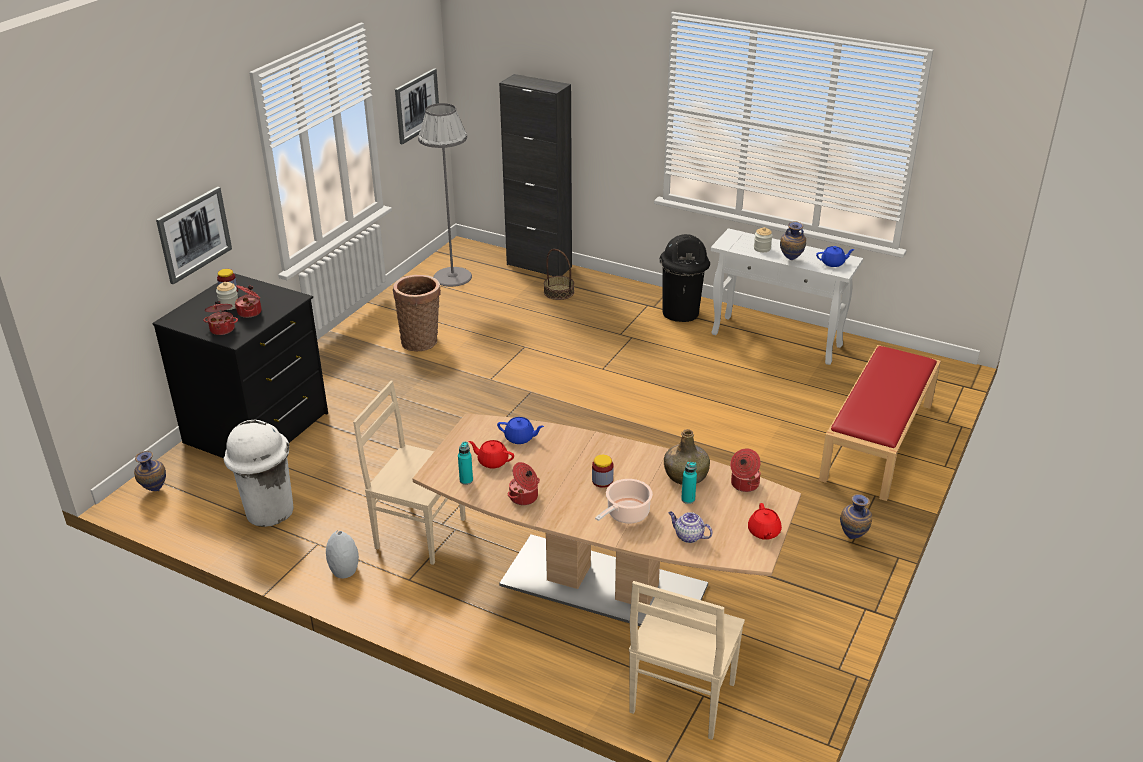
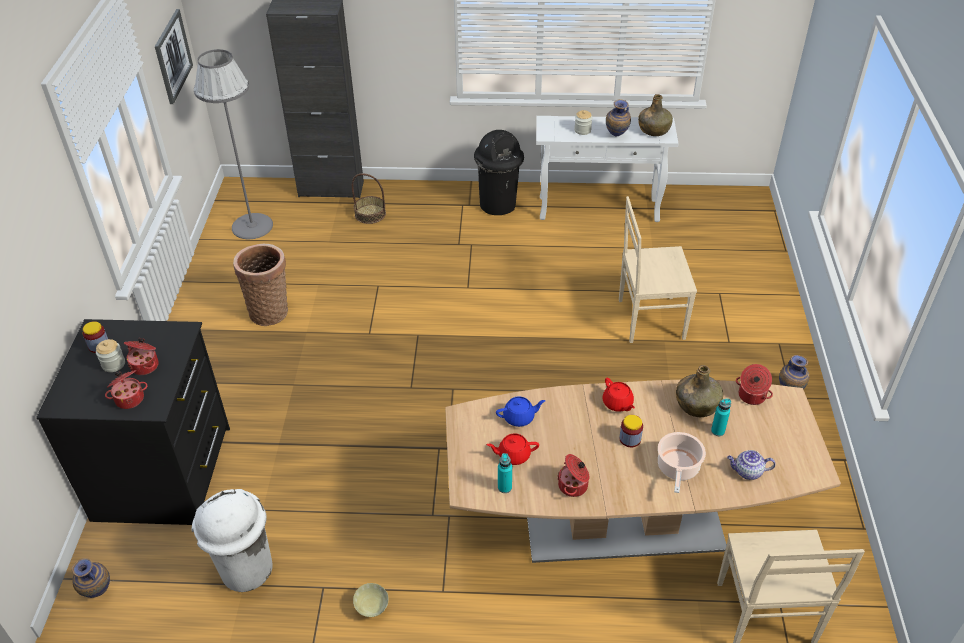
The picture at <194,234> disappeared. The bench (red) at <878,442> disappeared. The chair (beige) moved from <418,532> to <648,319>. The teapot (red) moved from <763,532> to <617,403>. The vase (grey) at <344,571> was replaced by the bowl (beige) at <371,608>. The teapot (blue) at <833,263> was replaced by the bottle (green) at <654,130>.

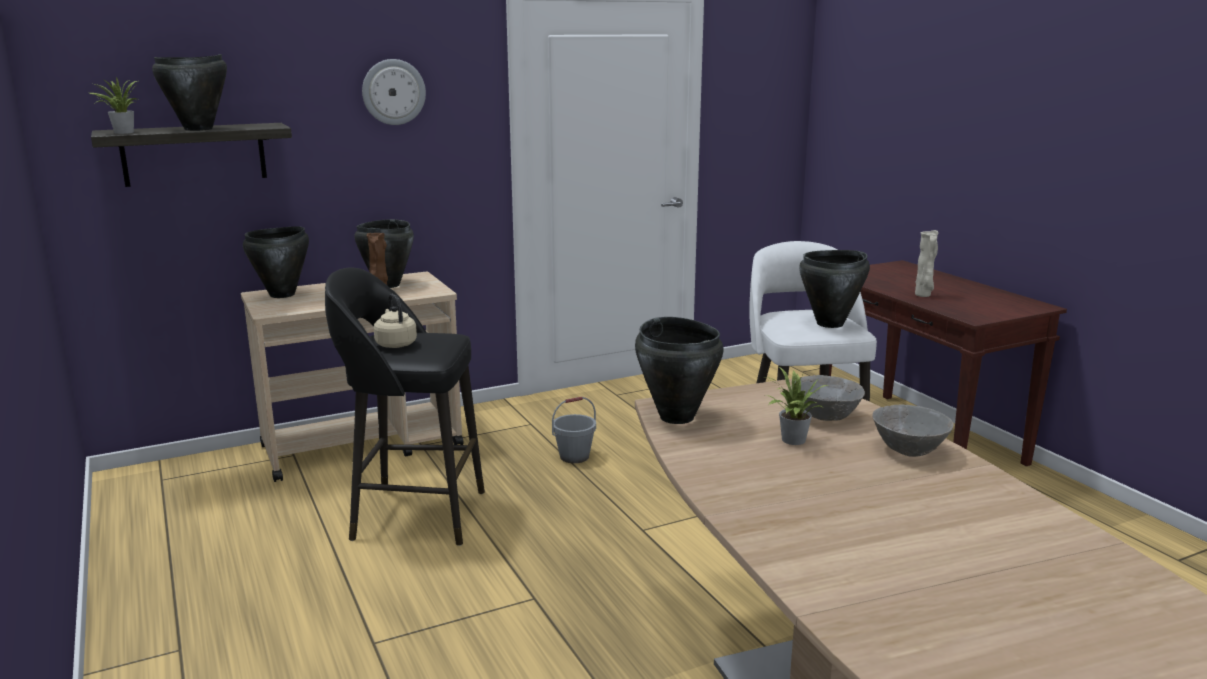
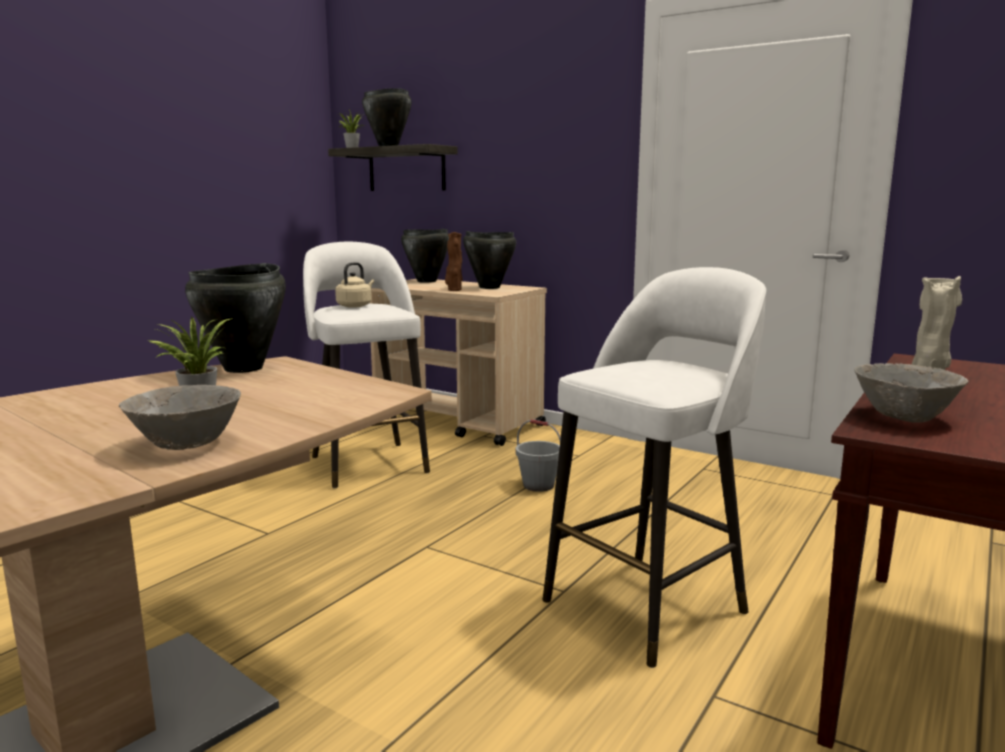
The wall clock at <393,92> disappeared. The cooking pot (black) at <830,324> disappeared. The bowl (grey) moved from <825,416> to <904,416>. The stool (black) at <414,515> became the stool (white) at <368,463>.

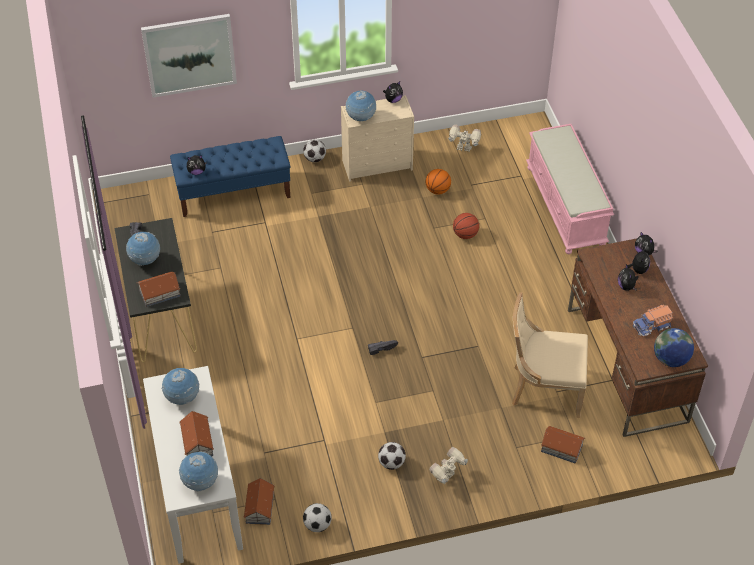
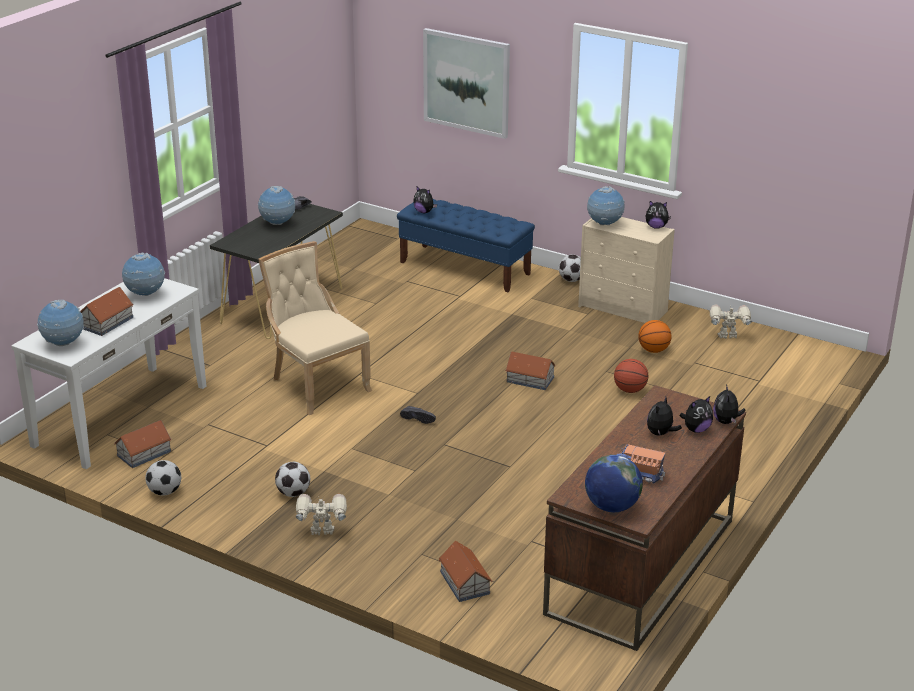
The bench (pink) at <566,206> disappeared. The toy house moved from <160,293> to <530,380>. The chair (beige) moved from <543,388> to <316,384>. The toy robot at <463,149> turned 60 degrees counterclockwise.

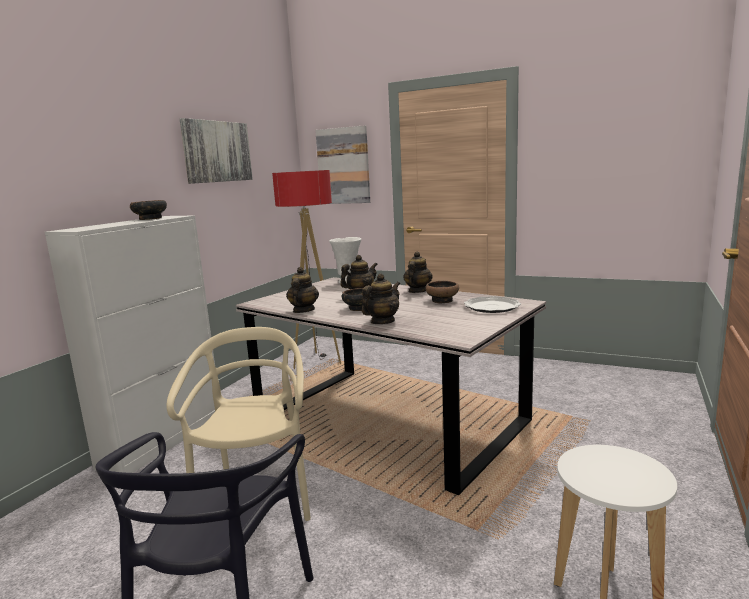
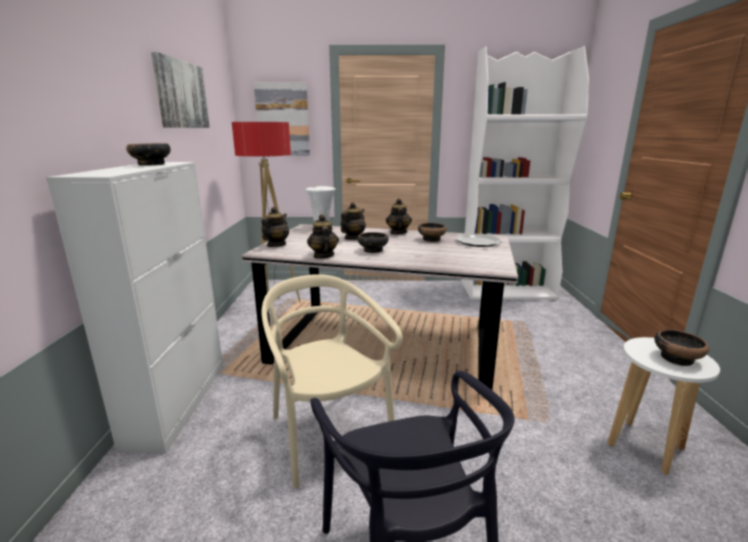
The bookcase (white) at <507,290> appeared. The bowl at <677,358> appeared. The teapot moved from <382,322> to <276,245>.

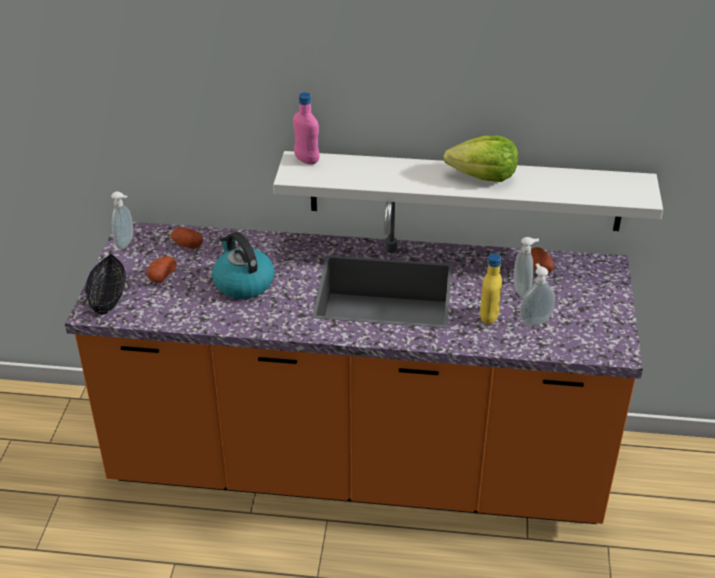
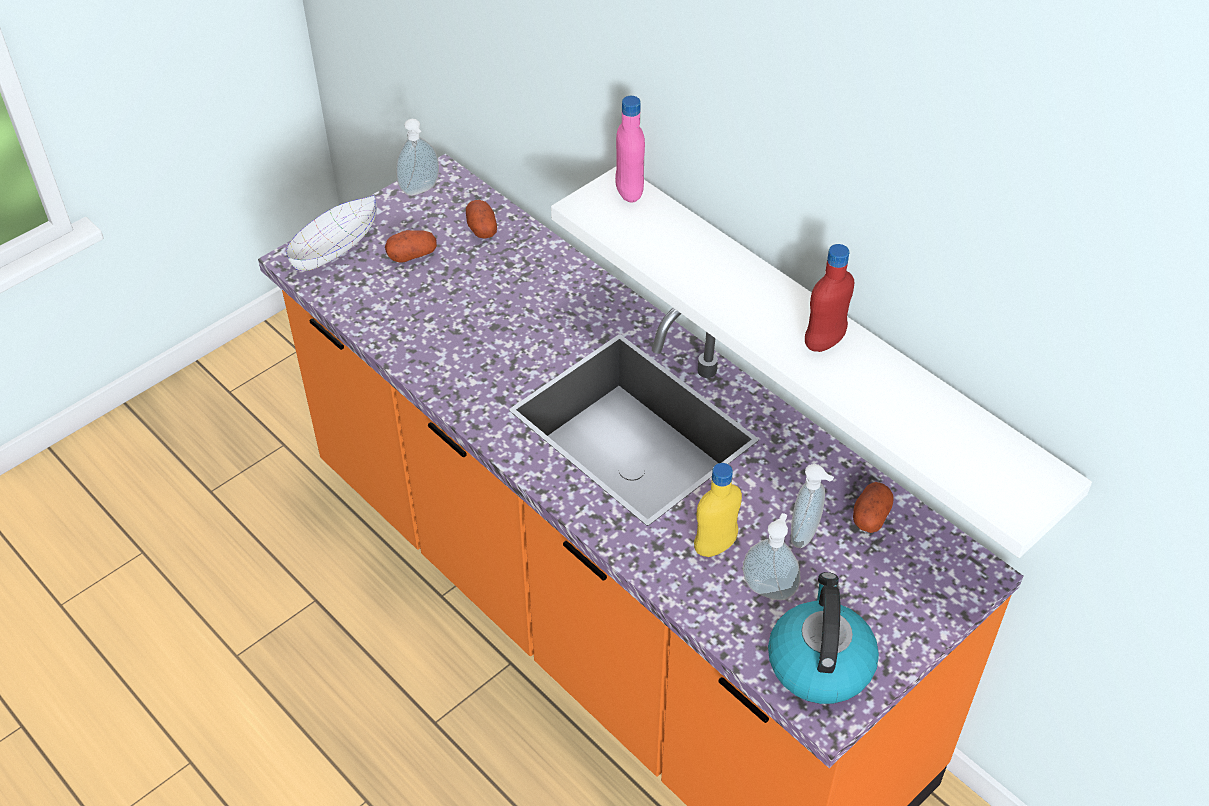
The kettle moved from <243,283> to <819,662>. The lettuce at <483,176> was replaced by the bottle (red) at <824,342>. The bowl (black) at <107,293> became the bowl (white) at <336,245>.

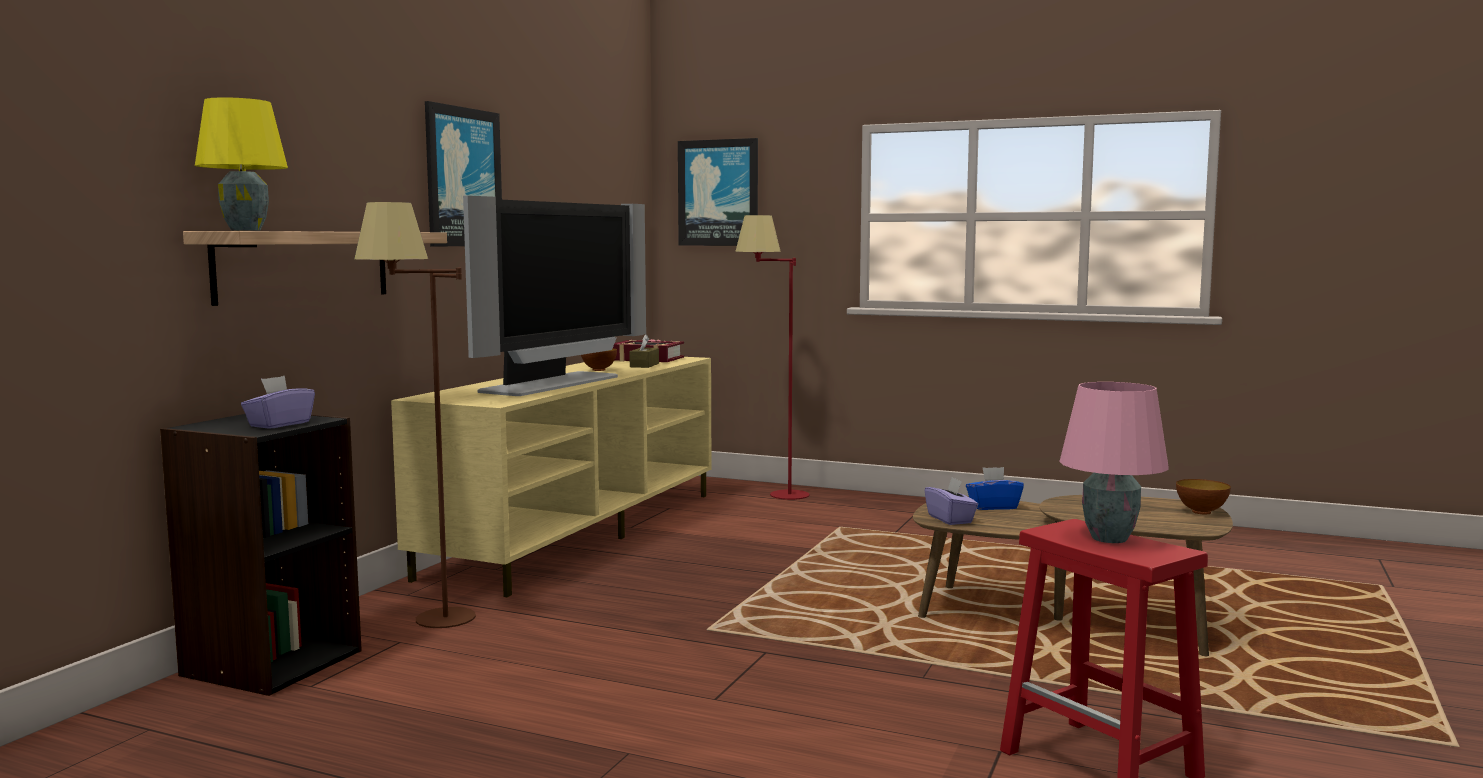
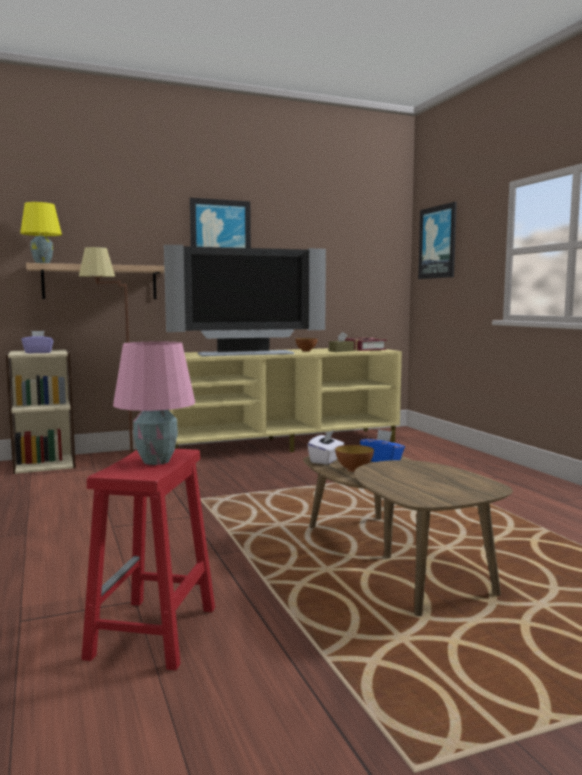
The floor lamp (red) at <772,496> disappeared. The bowl moved from <1201,512> to <354,470>. The bookcase (black) at <271,662> became the bookcase (beige) at <45,464>. The tissue box (purple) at <950,519> became the tissue box (white) at <326,460>.

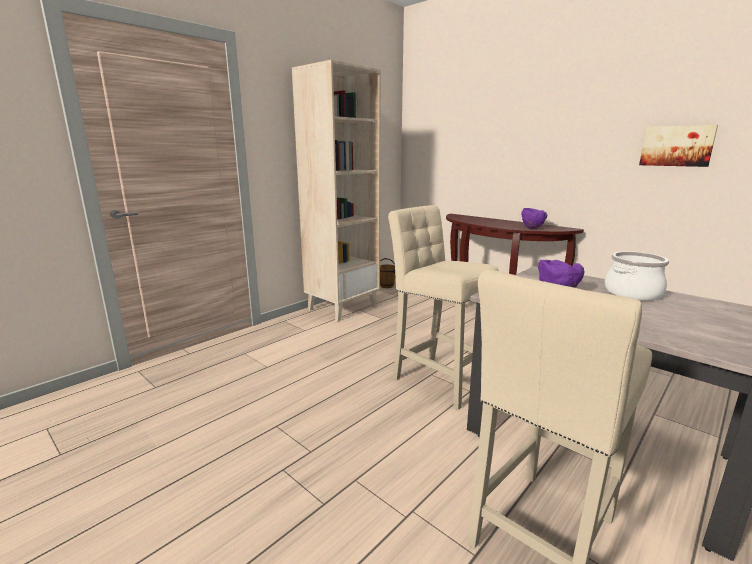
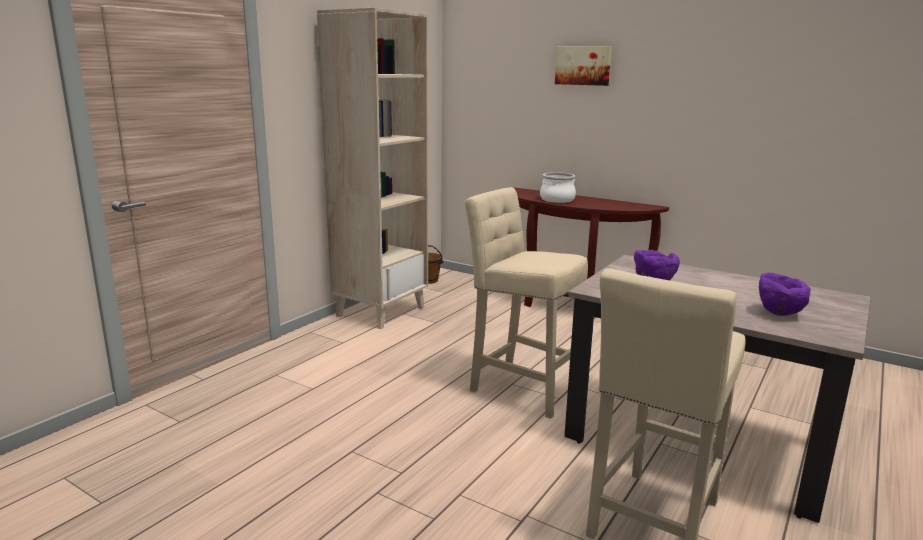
The bowl (purple) moved from <532,228> to <779,313>. The cooking pot moved from <633,293> to <557,200>. The picture moved from <676,146> to <583,65>.

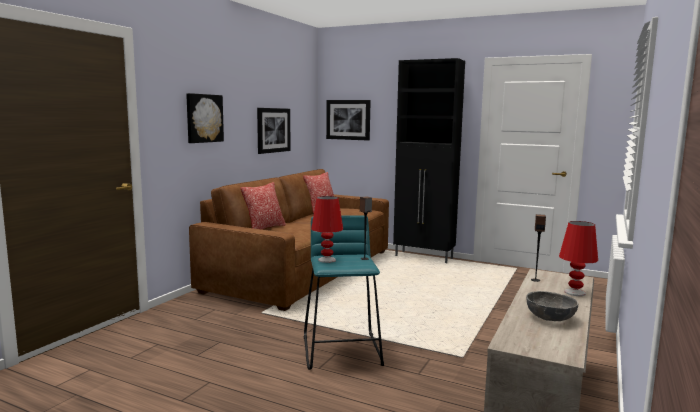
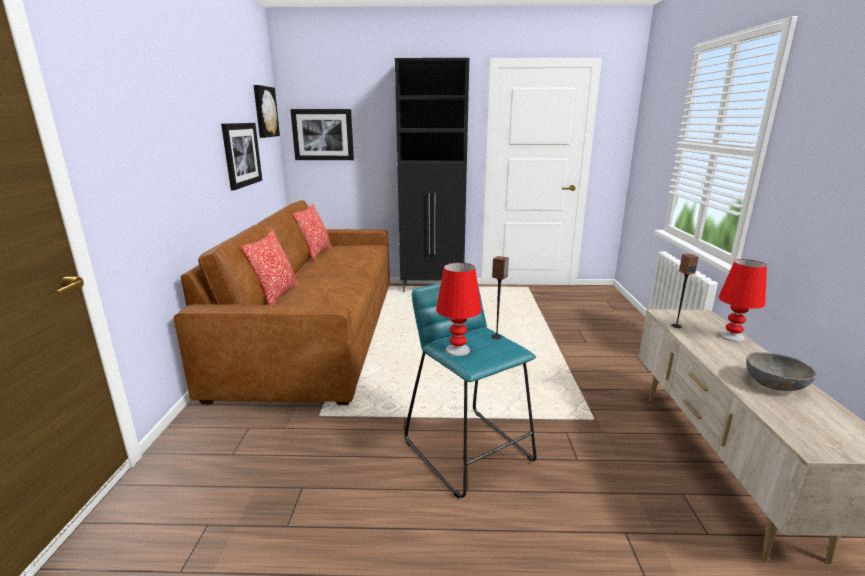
The picture moved from <203,118> to <264,112>.

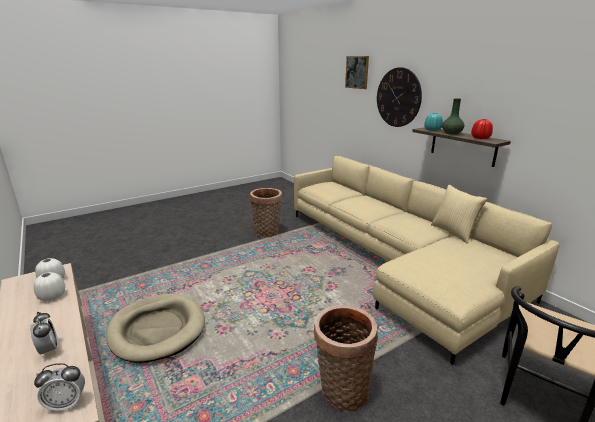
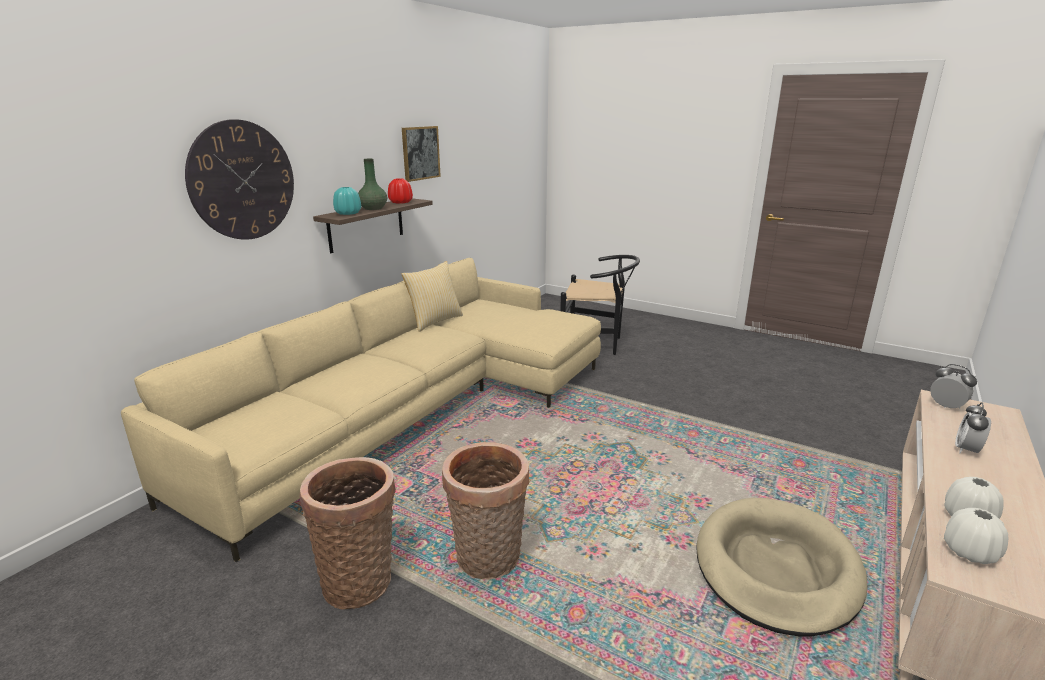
The basket moved from <341,390> to <488,560>. The picture moved from <357,72> to <420,153>.

